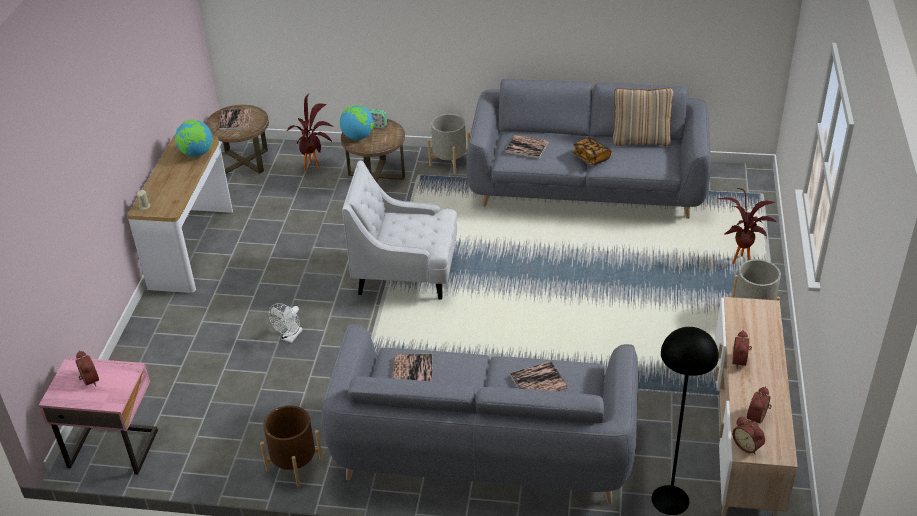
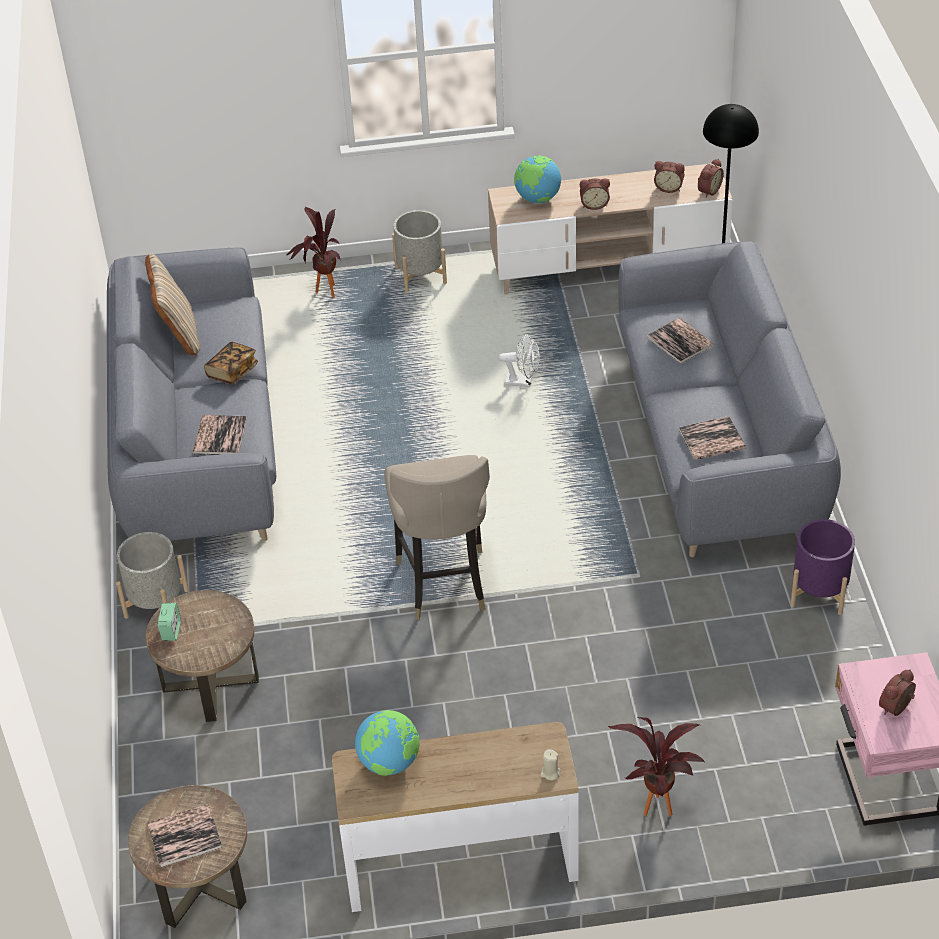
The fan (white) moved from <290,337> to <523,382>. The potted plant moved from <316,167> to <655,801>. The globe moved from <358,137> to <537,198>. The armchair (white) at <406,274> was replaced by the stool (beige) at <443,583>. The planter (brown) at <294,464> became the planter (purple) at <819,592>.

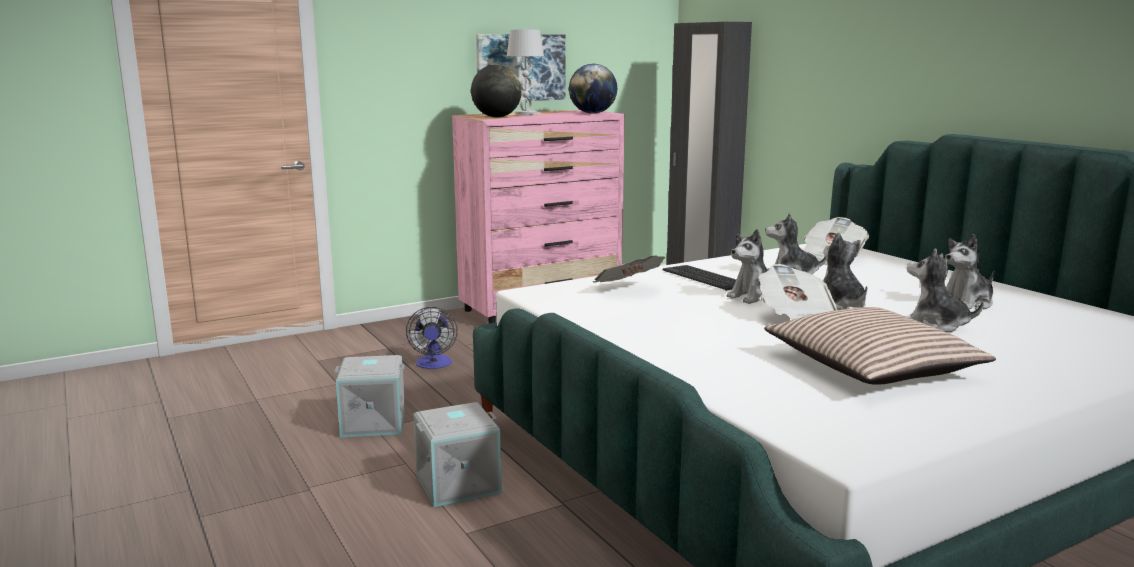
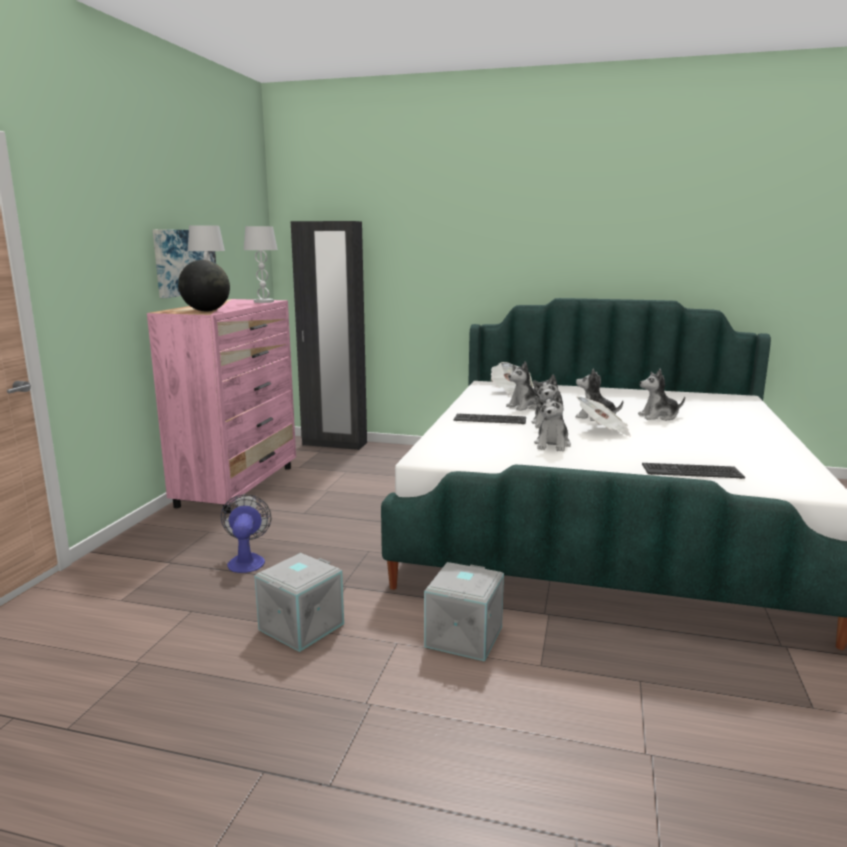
The newspaper at <627,289> disappeared. The pillow at <872,366> disappeared. The keyboard at <691,471> appeared. The plush toy moved from <966,303> to <552,445>. The globe at <592,113> was replaced by the table lamp (white) at <264,301>. The fan at <434,365> turned 135 degrees counterclockwise.

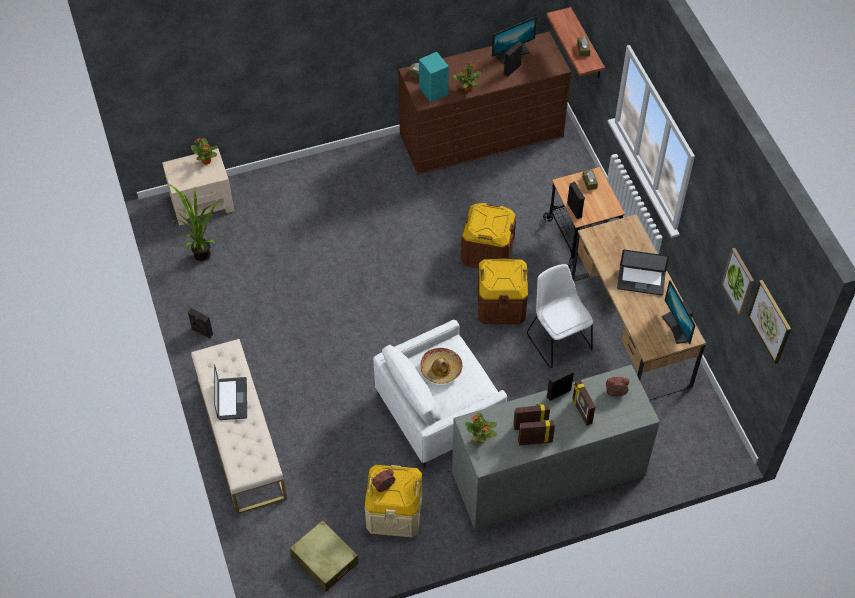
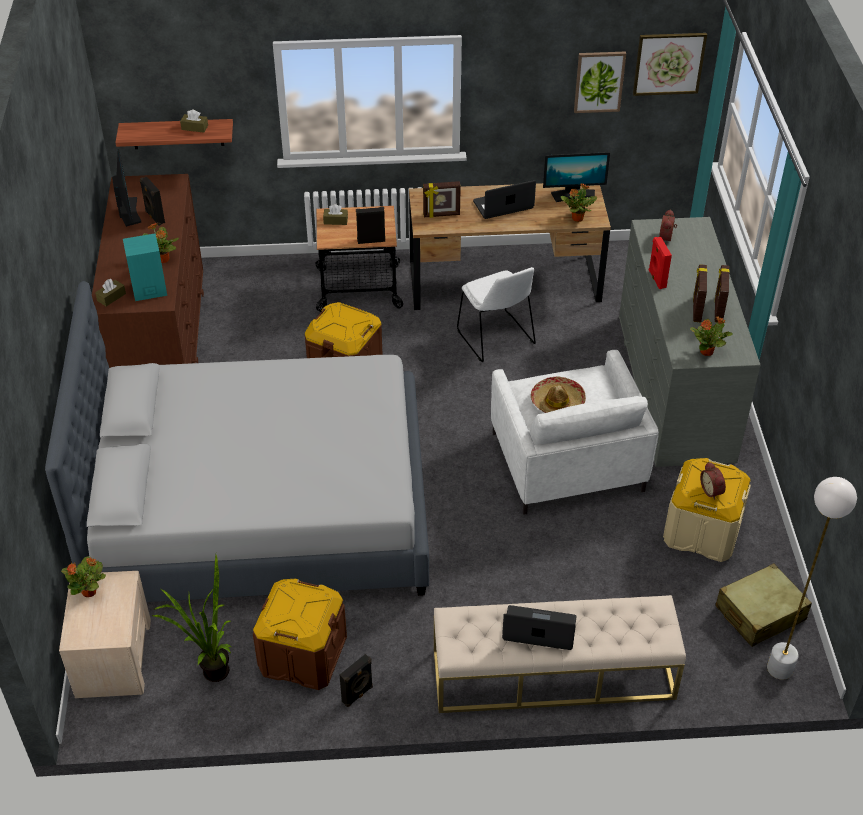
The bed (grey) at <260,508> appeared. The potted plant at <577,218> appeared. The floor lamp (white) at <779,668> appeared. The storage box (brown) moved from <501,304> to <302,655>. The picture frame moved from <581,411> to <441,215>. The speaker (black) at <558,392> became the speaker (red) at <656,279>. The chair (white) at <558,339> turned 105 degrees counterclockwise. The laptop at <641,281> turned 135 degrees counterclockwise.

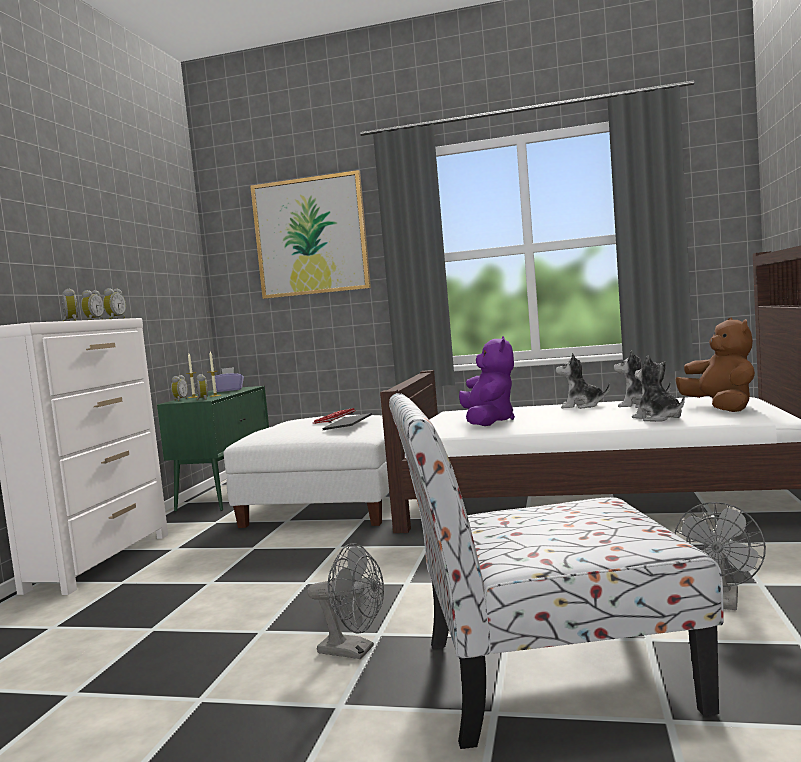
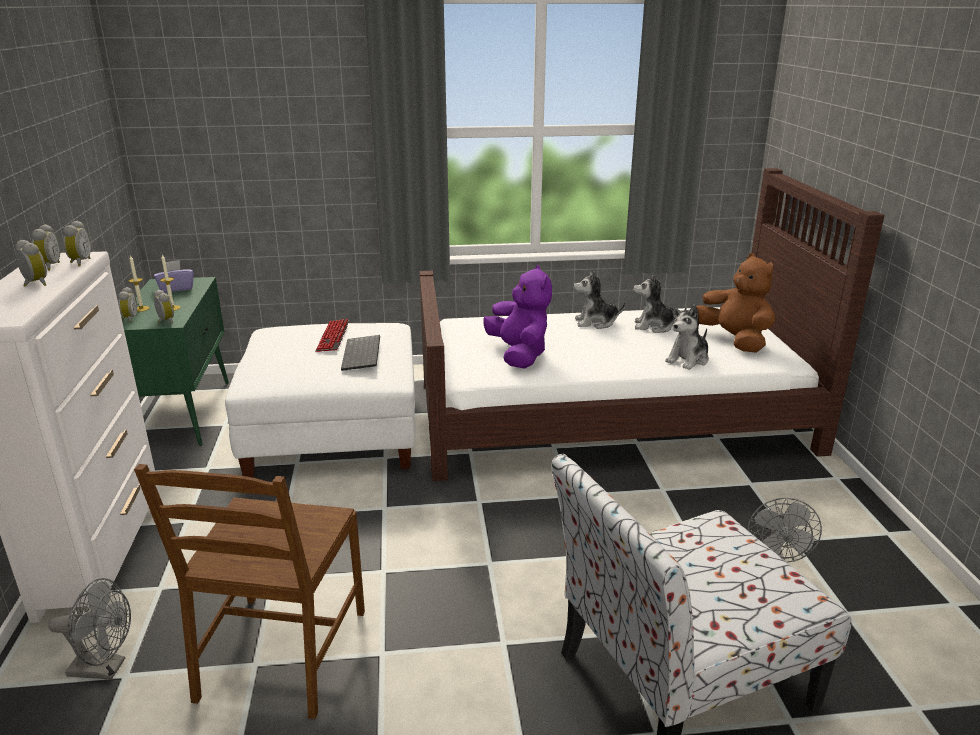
The picture at <311,236> disappeared. The chair (brown) at <282,655> appeared. The fan (grey) moved from <354,651> to <105,668>. The plush toy at <658,418> turned 90 degrees counterclockwise.

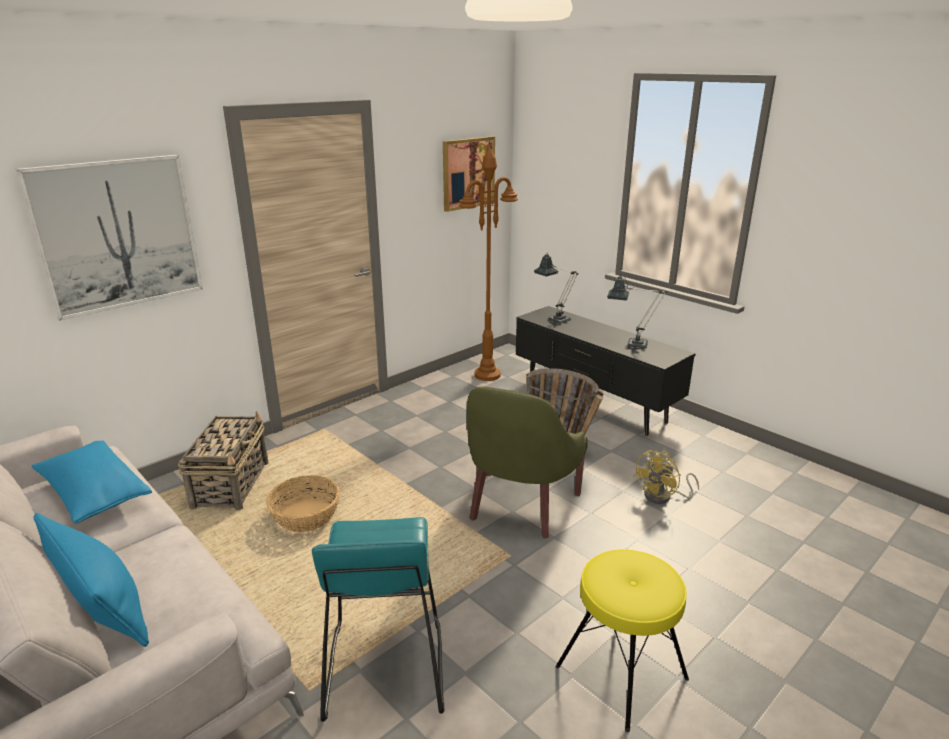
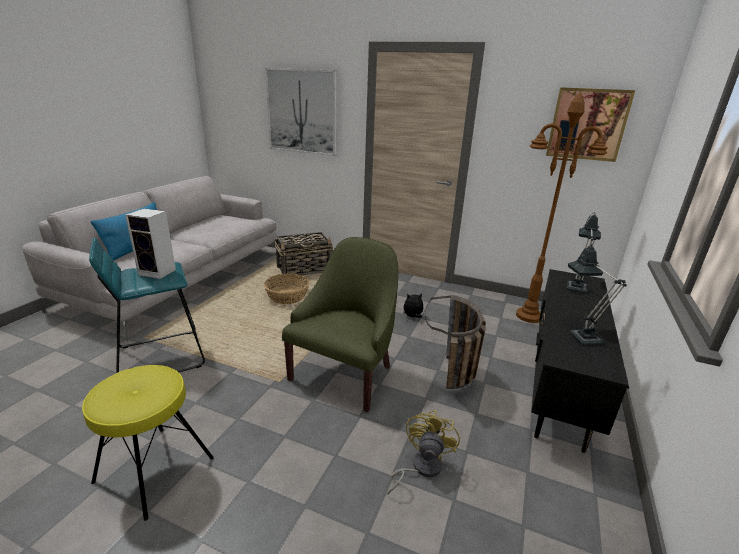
The pillow (blue) at <94,494> disappeared. The speaker at <159,272> appeared. The plush toy at <412,316> appeared. The armchair (green) at <520,506> turned 120 degrees clockwise. The fan (yellow) at <663,497> turned 90 degrees clockwise.

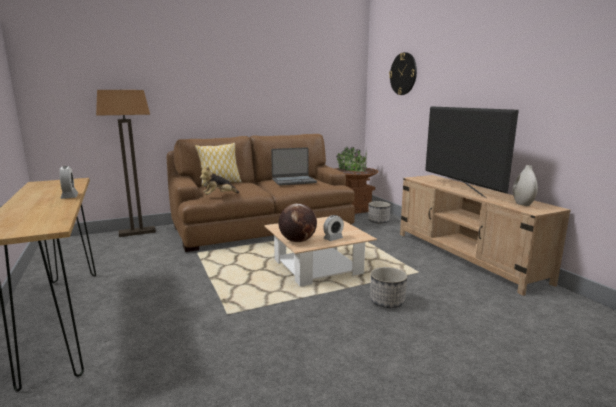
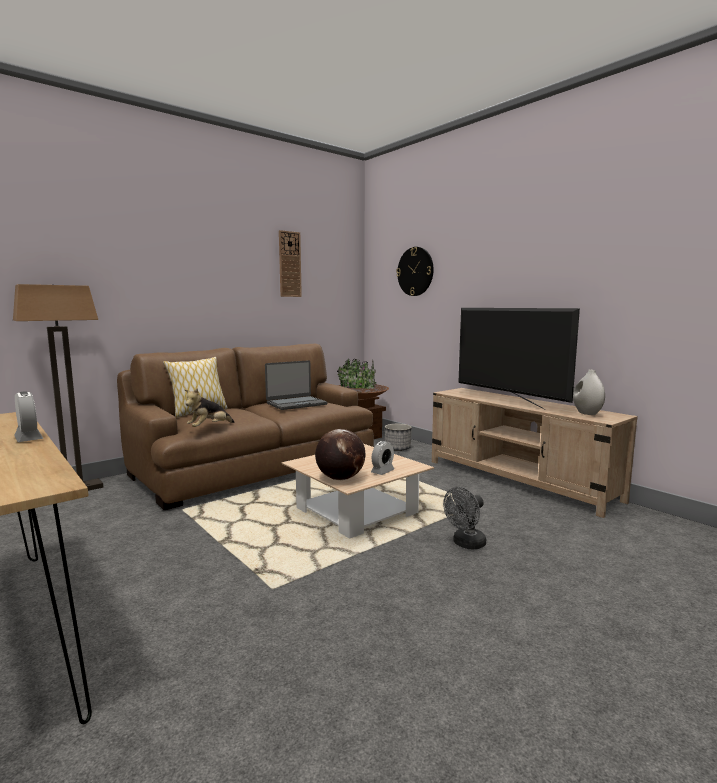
The wall clock at <289,264> appeared. The planter at <387,302> was replaced by the fan (grey) at <466,544>.

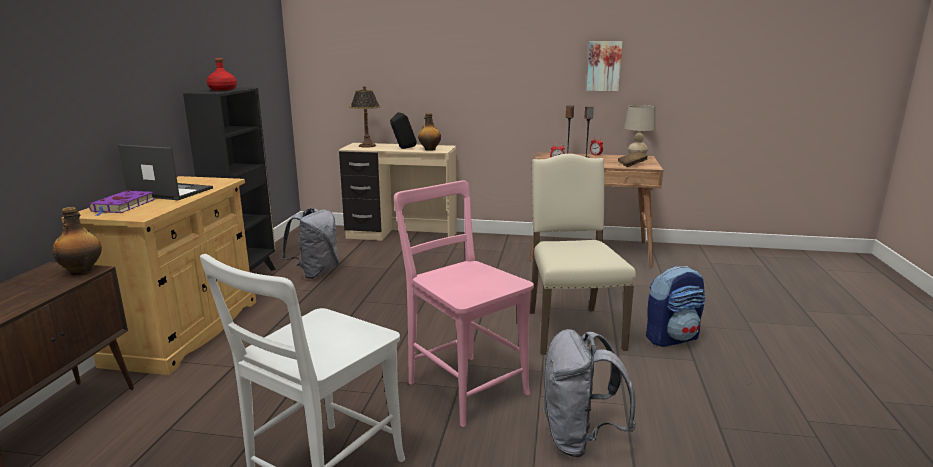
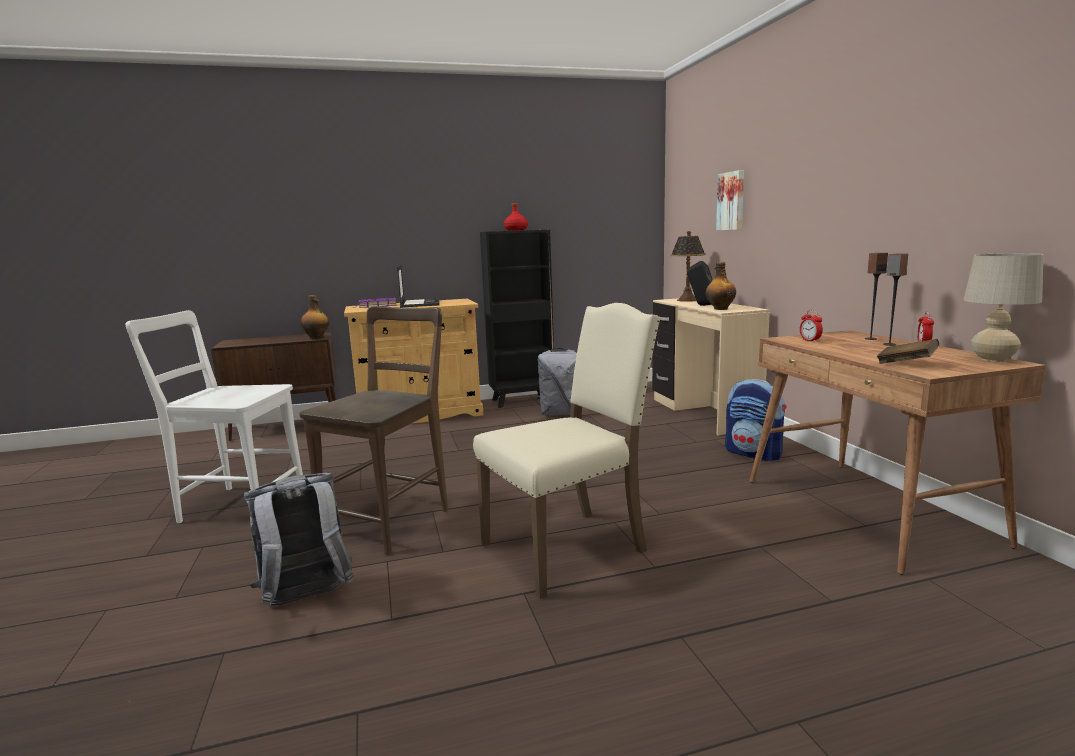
The picture moved from <604,66> to <732,201>. The backpack moved from <672,338> to <754,453>. The chair (pink) at <463,385> became the chair (brown) at <390,519>.

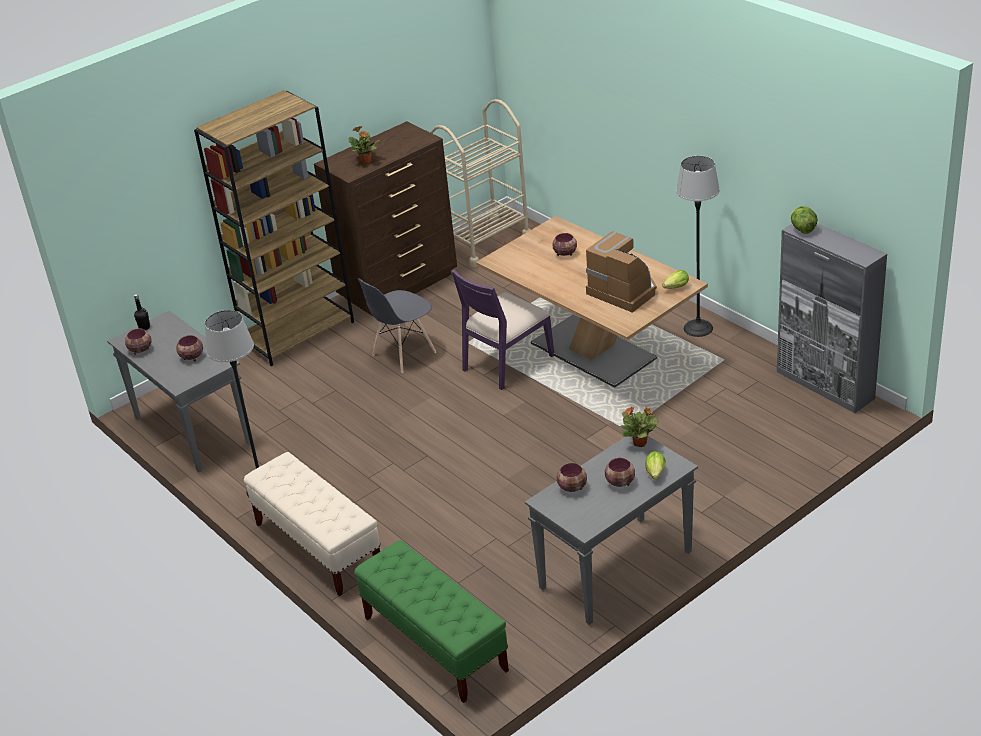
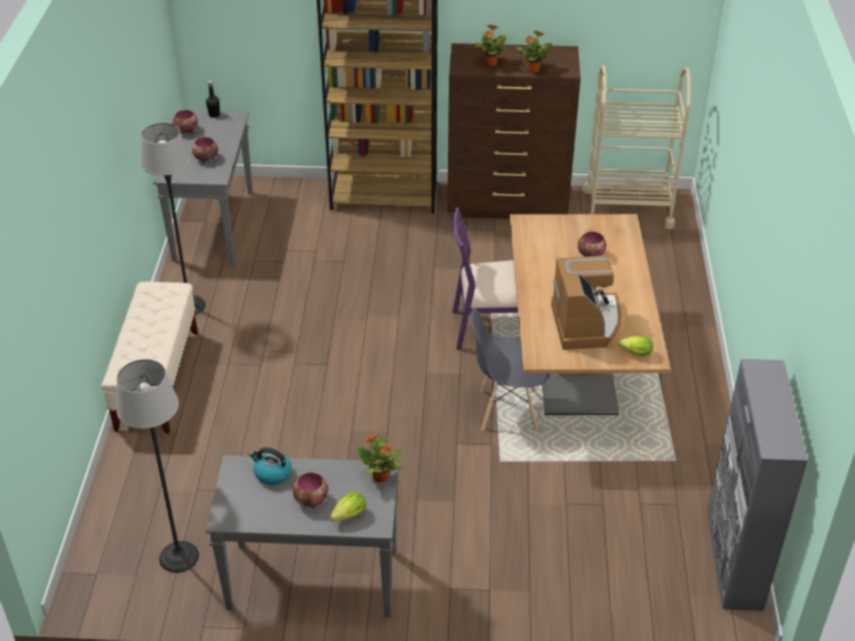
The bench (green) at <435,644> disappeared. The lettuce at <802,229> disappeared. The potted plant at <533,70> appeared. The chair (grey) moved from <403,354> to <507,410>. The floor lamp moved from <698,328> to <179,556>. The bowl at <573,488> was replaced by the kettle at <272,474>.

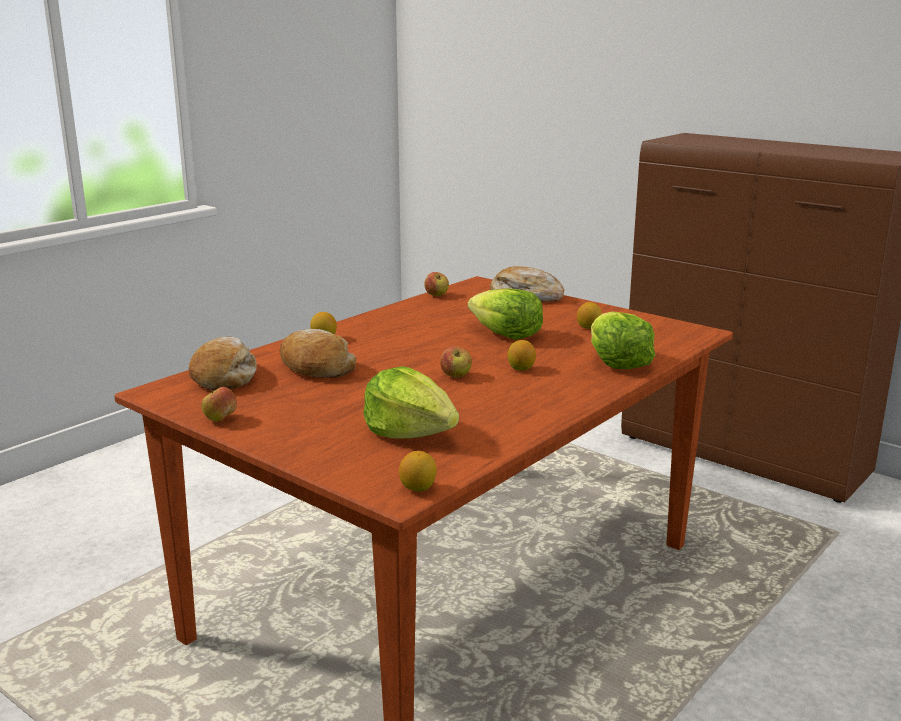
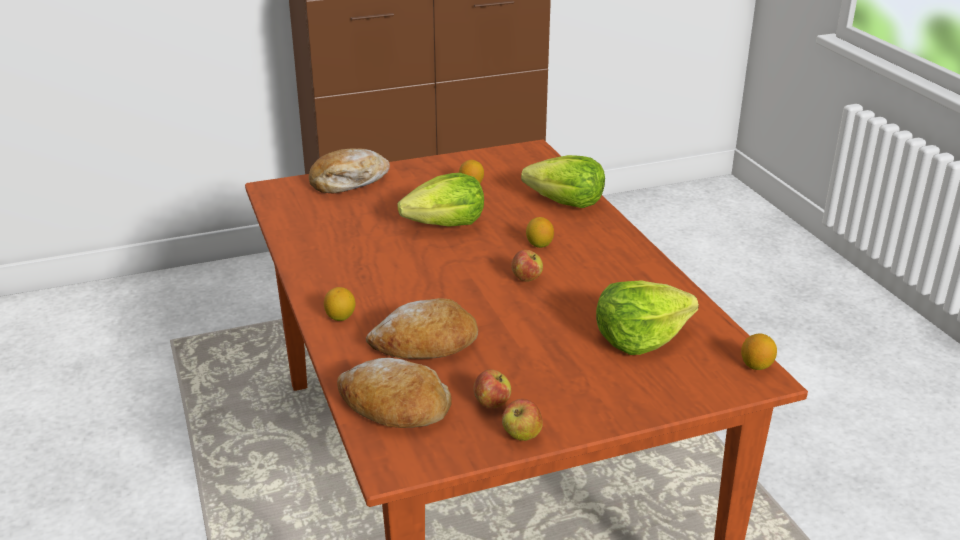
The apple moved from <436,295> to <492,403>.

